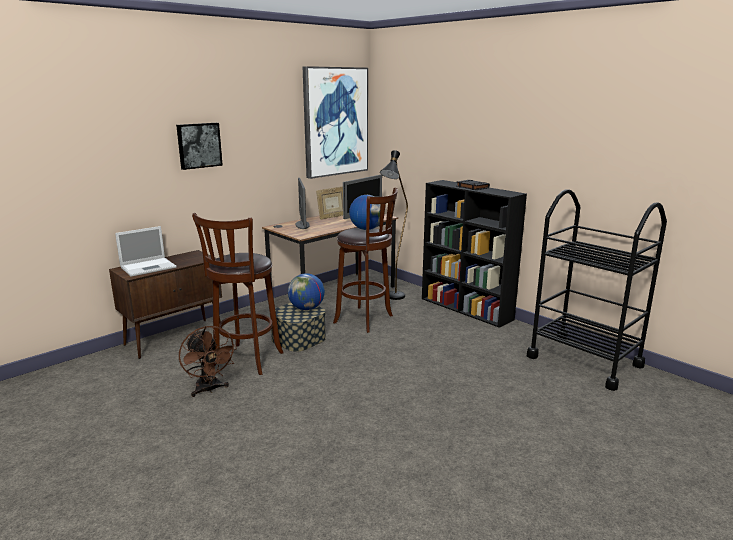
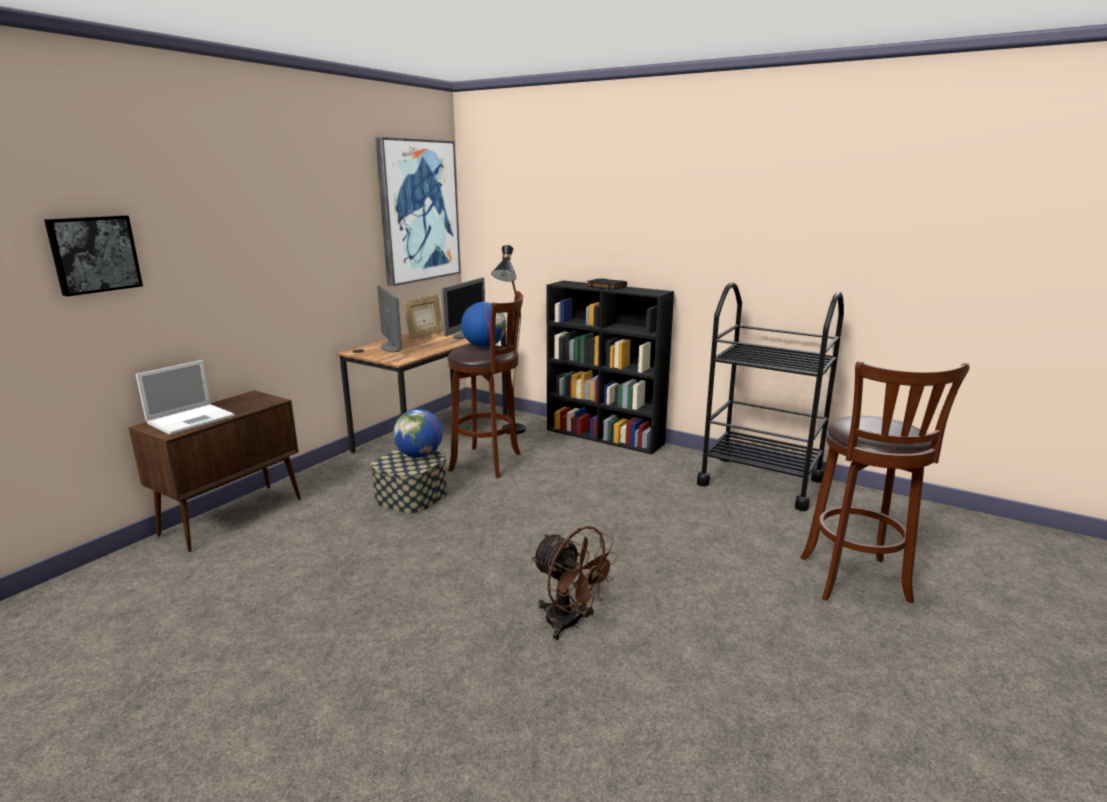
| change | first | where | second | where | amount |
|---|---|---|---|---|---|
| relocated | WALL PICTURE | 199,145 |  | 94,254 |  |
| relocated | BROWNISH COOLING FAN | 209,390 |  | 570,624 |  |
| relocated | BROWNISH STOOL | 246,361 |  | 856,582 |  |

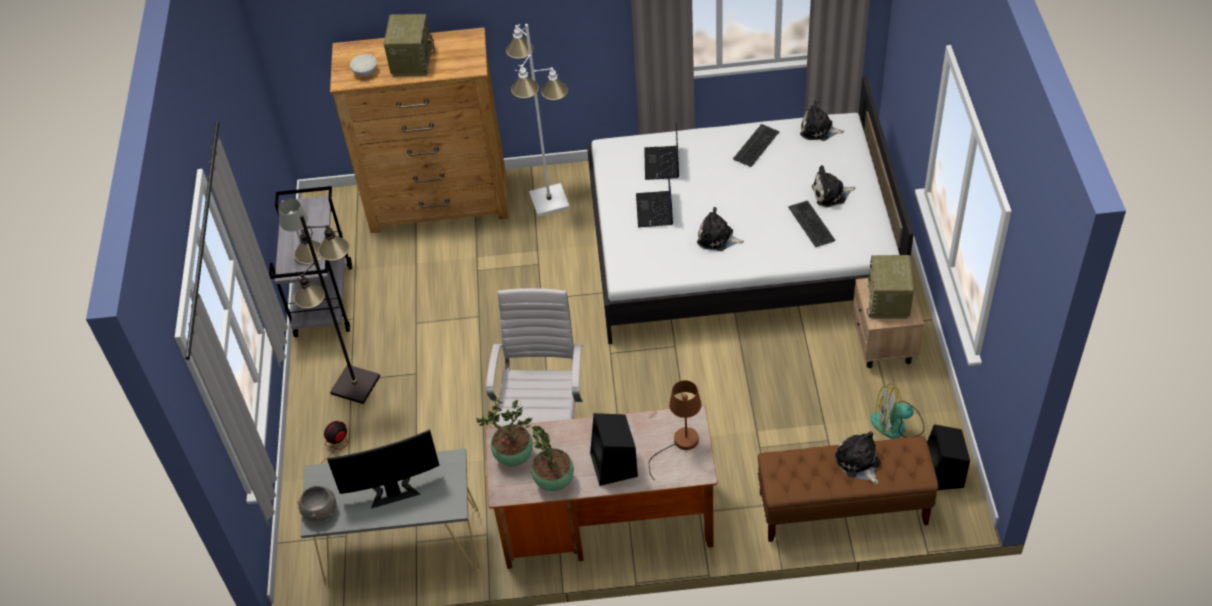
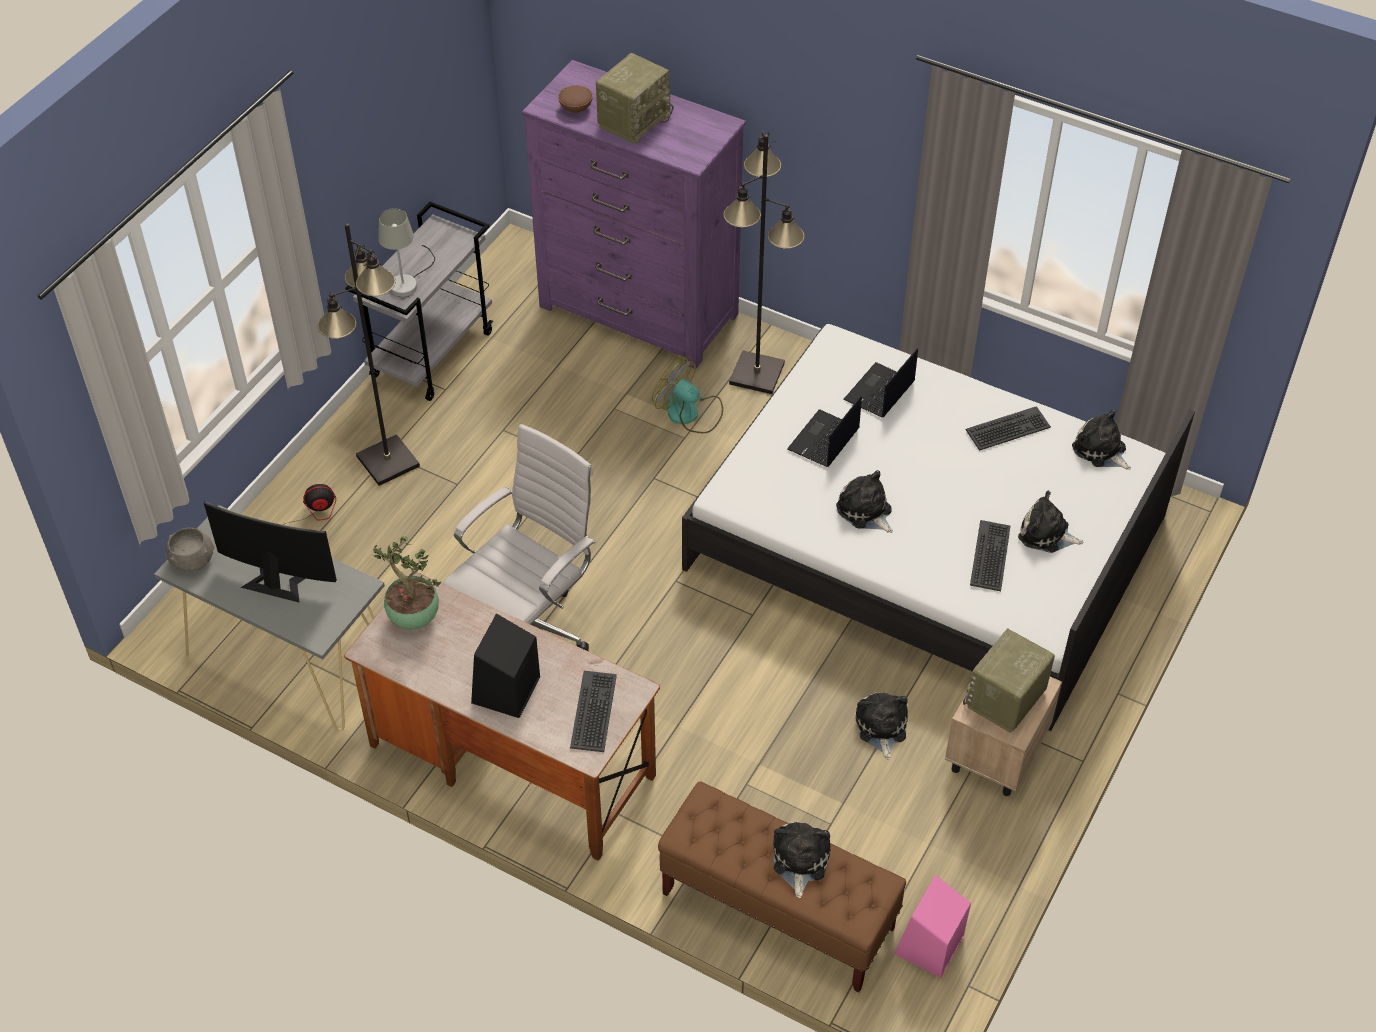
| change | first | where | second | where | amount |
|---|---|---|---|---|---|
| colour | BROWNISH DRAWER CHEST | 439,202 | PURPLISH DRAWER CHEST | 639,311 |  |
| colour | WHITE SERVING BOWL | 365,72 | BROWNISH SERVING BOWL | 575,108 |  |
| colour | WHITE STANDING LAMP | 549,200 | BLACK STANDING LAMP | 757,373 |  |
| missing | POTTED PLANT | 554,482 |  |  |  |
| exchanged | BROWNISH TABLE LAMP | 680,444 | COMPUTER KEYBOARD | 594,711 |  |
| relocated | COOLING FAN | 897,425 |  | 689,413 |  |
| colour | BLACK LOUDSPEAKER | 942,475 | PINK LOUDSPEAKER | 928,947 |  |
| appeared |  |  | SOFT TOY | 881,728 |  |

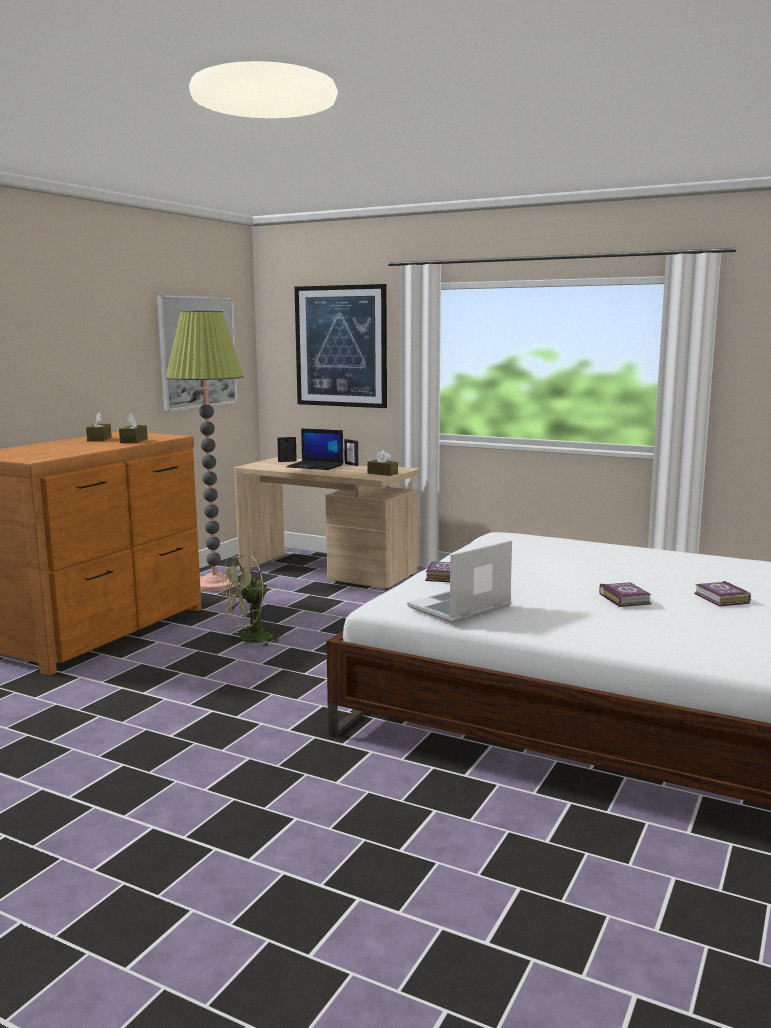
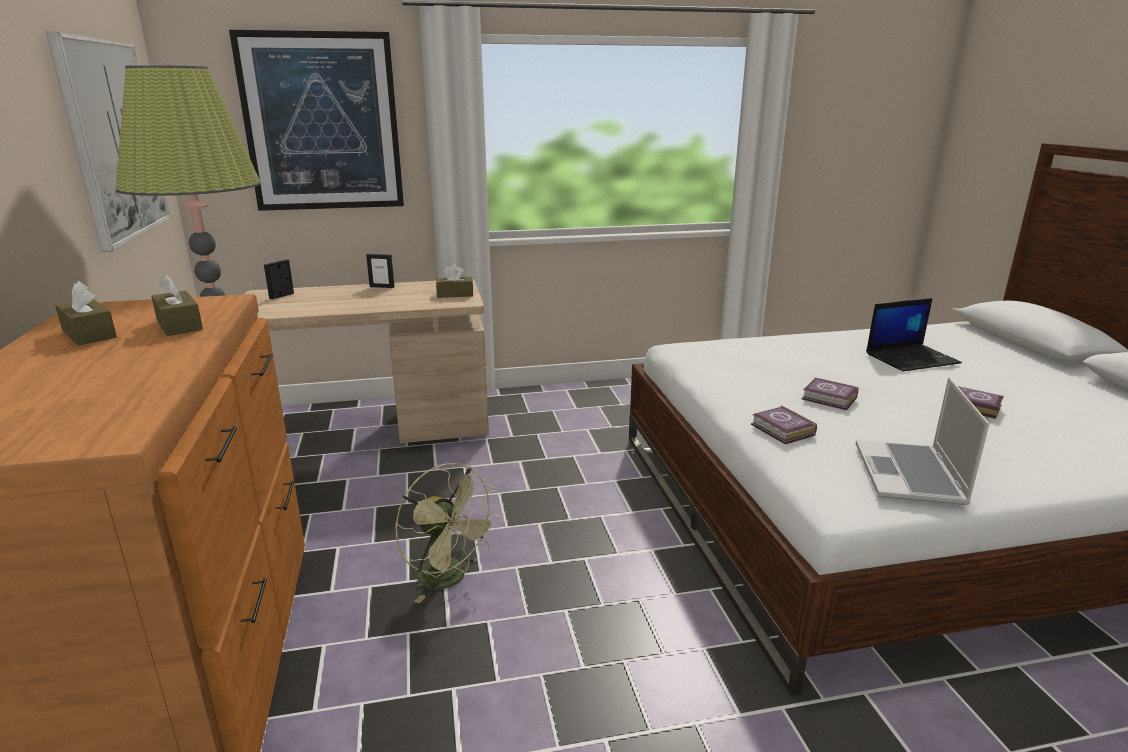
| change | first | where | second | where | amount |
|---|---|---|---|---|---|
| spun | GREEN COOLING FAN | 249,640 |  | 450,579 | 60 degrees counterclockwise |
| relocated | NOTEBOOK COMPUTER | 316,466 |  | 912,358 |  |
| relocated | BOUND BOOK | 721,599 |  | 830,399 |  |

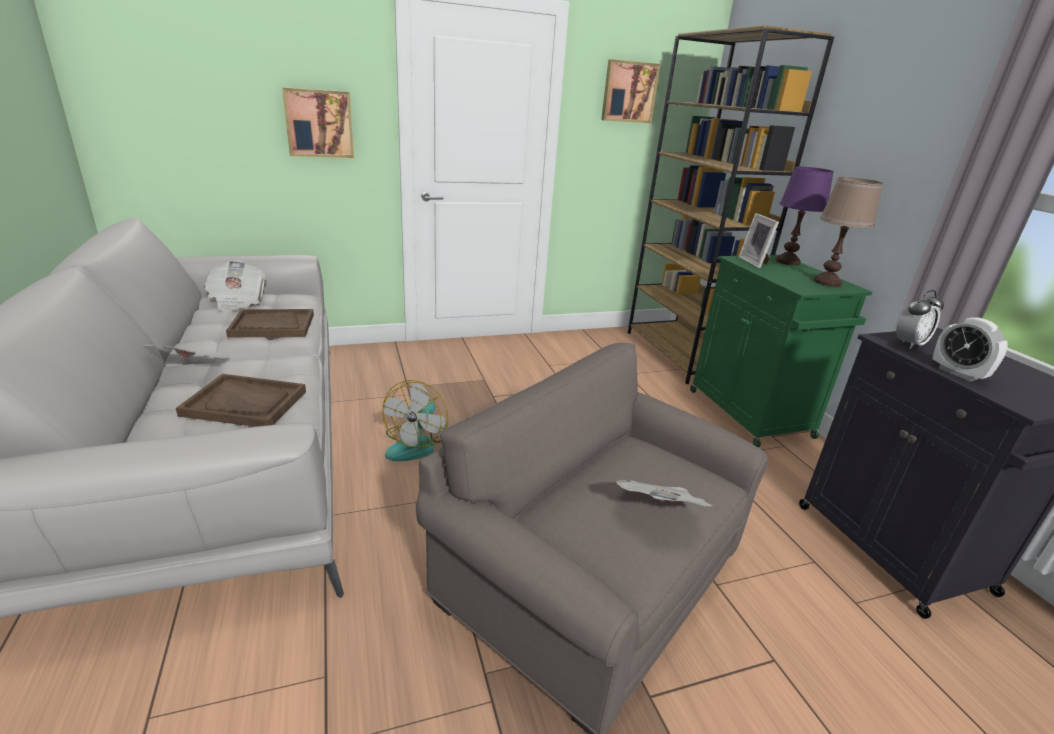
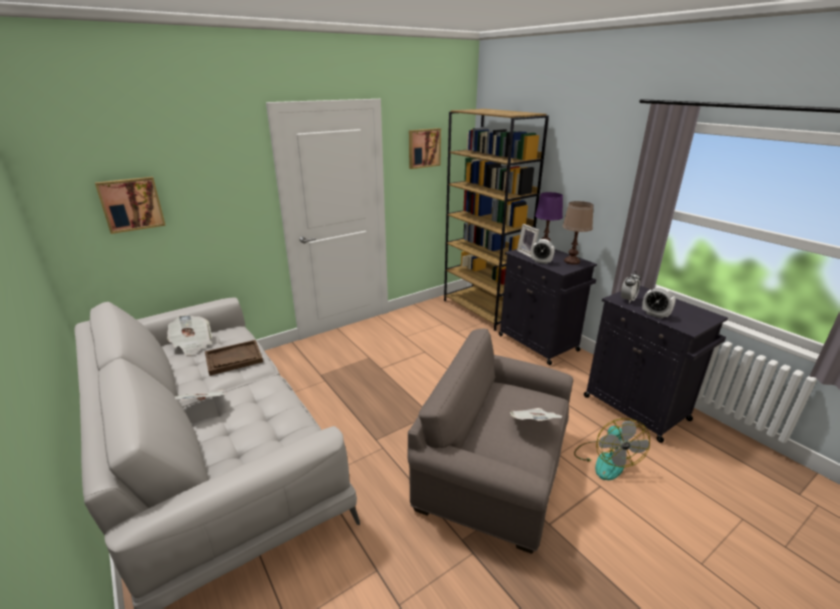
| change | first | where | second | where | amount |
|---|---|---|---|---|---|
| missing | BROWNISH CARRYING TRAY | 245,403 |  |  |  |
| relocated | WALL PICTURE | 319,123 |  | 131,204 |  |
| relocated | COOLING FAN | 416,444 |  | 605,460 |  |
| colour | GREEN STORAGE CABINET | 751,415 | BLACK STORAGE CABINET | 539,344 |  |
| appeared |  |  | BEDSIDE CLOCK | 541,262 |  |

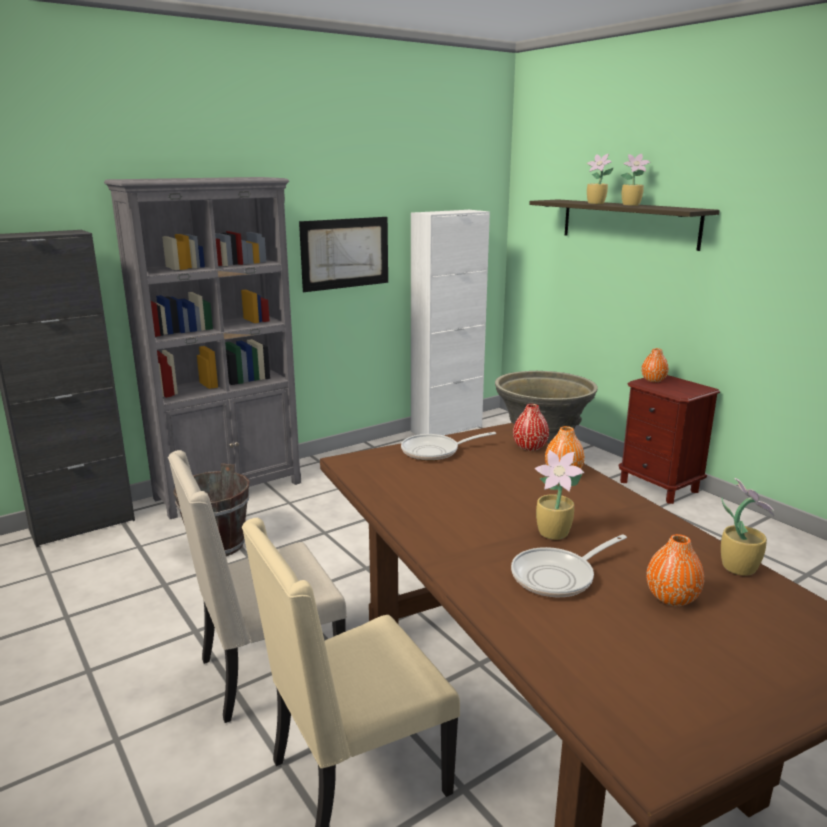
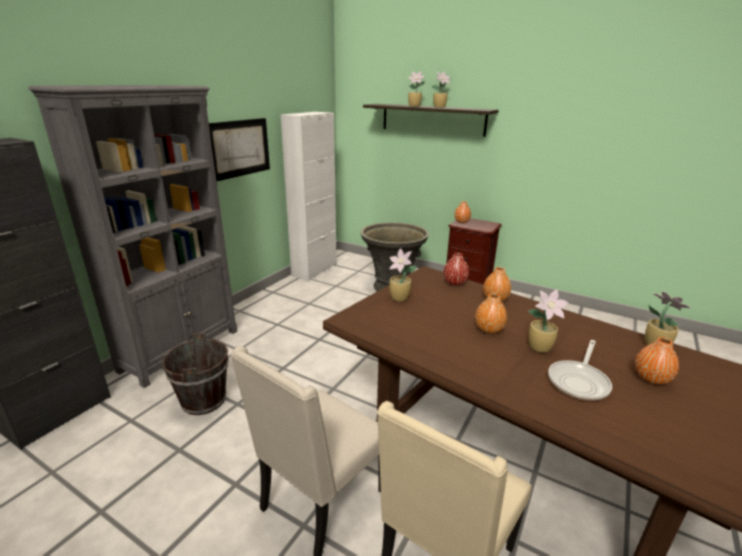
| change | first | where | second | where | amount |
|---|---|---|---|---|---|
| exchanged | FRYING PAN | 435,451 | POTTED PLANT | 400,298 |  |
| appeared |  |  | ORANGEY VASE | 489,329 |  |

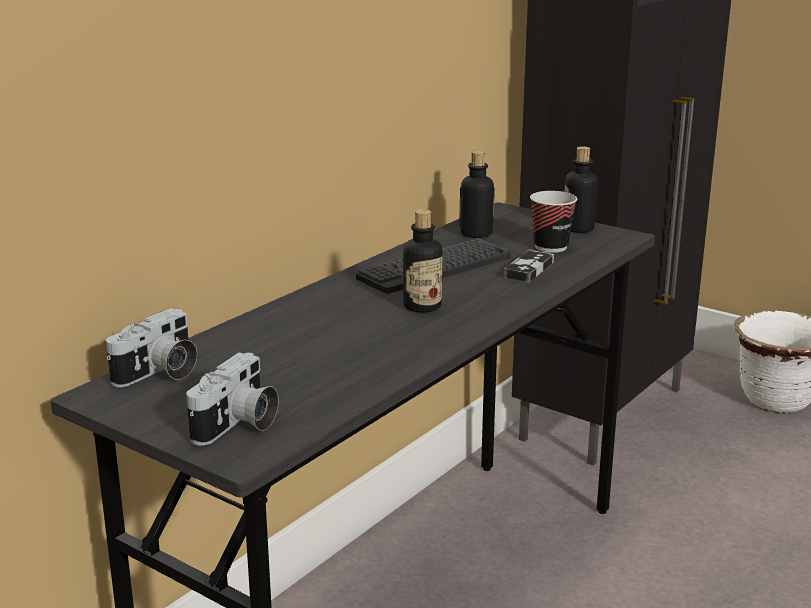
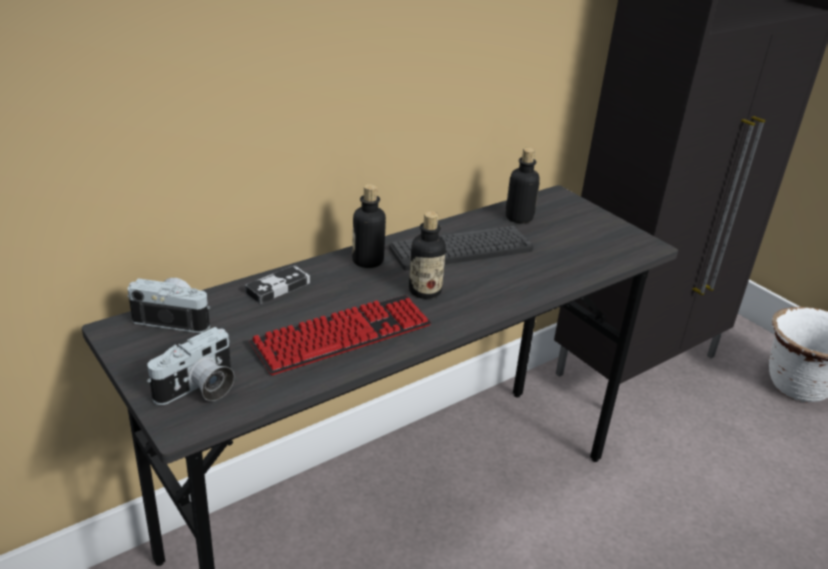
| change | first | where | second | where | amount |
|---|---|---|---|---|---|
| spun | STILL CAMERA | 159,373 |  | 175,318 | 135 degrees counterclockwise |
| relocated | GAMEPAD | 529,270 |  | 278,287 |  |
| missing | DRINKING CUP | 550,247 |  |  |  |
| relocated | DRINK BOTTLE | 578,228 |  | 367,261 |  |
| appeared |  |  | COMPUTER KEYBOARD | 343,336 |  |

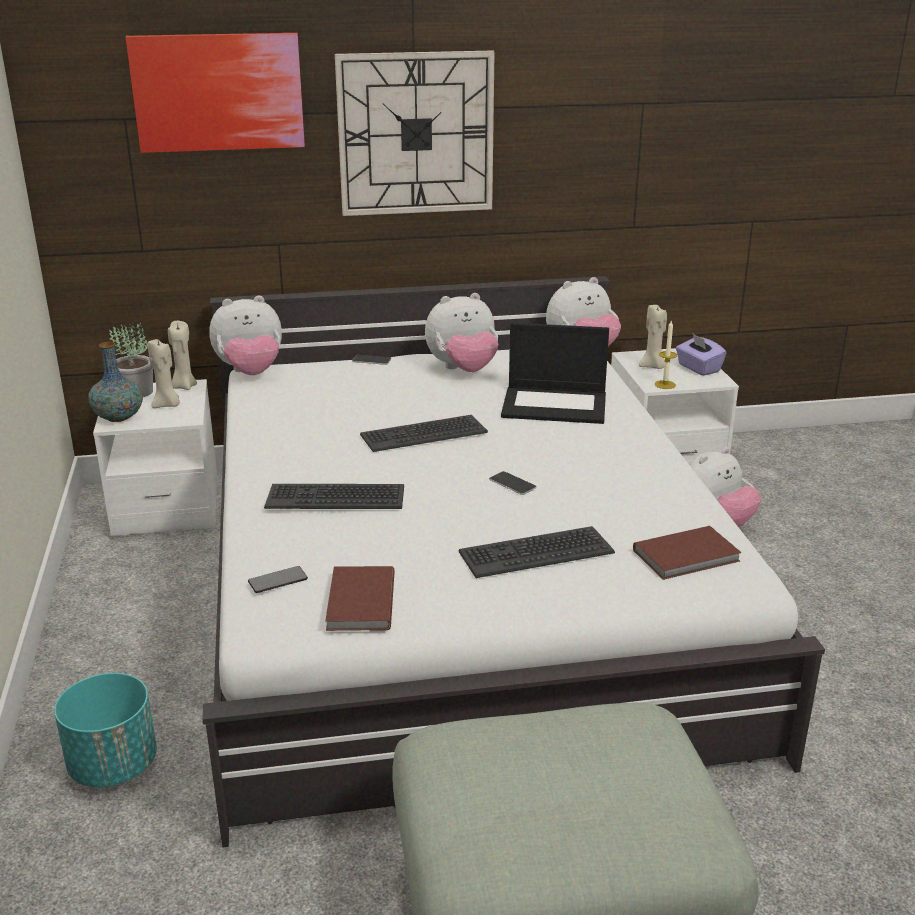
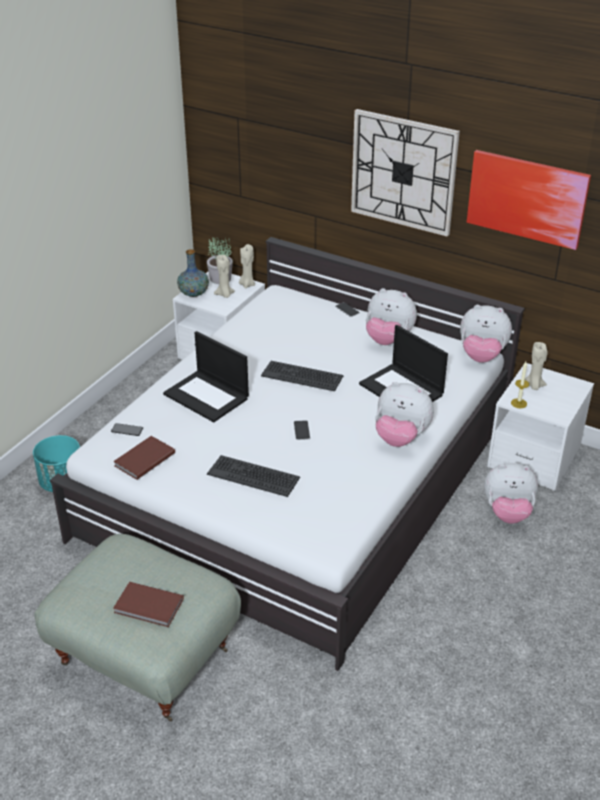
| change | first | where | second | where | amount |
|---|---|---|---|---|---|
| relocated | WALL PICTURE | 218,92 |  | 527,198 |  |
| relocated | SOFT TOY | 250,373 |  | 401,438 |  |
| exchanged | COMPUTER KEYBOARD | 335,497 | NOTEBOOK COMPUTER | 207,396 |  |
| relocated | BROWNISH BOUND BOOK | 688,556 |  | 149,607 |  |
| missing | PURPLISH TISSUE BOX | 698,368 |  |  |  |

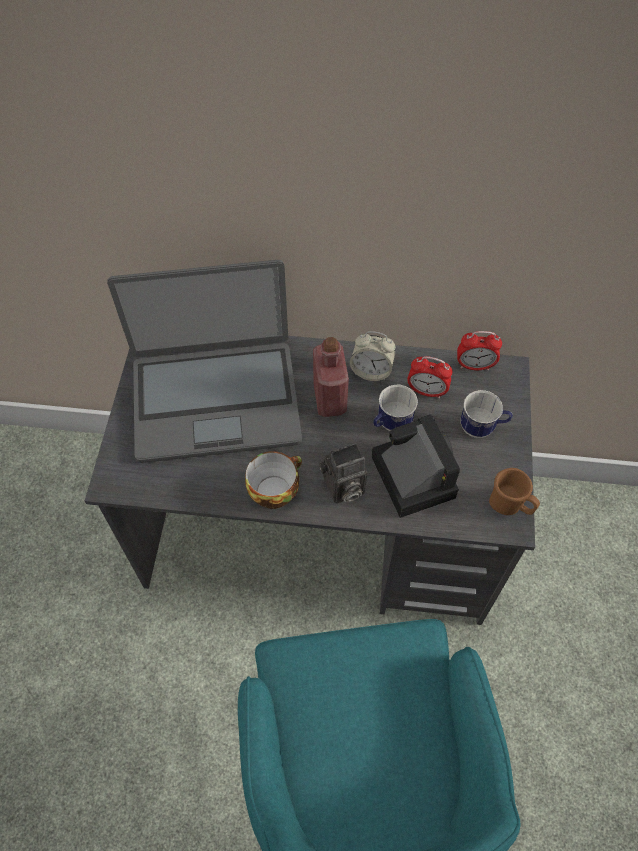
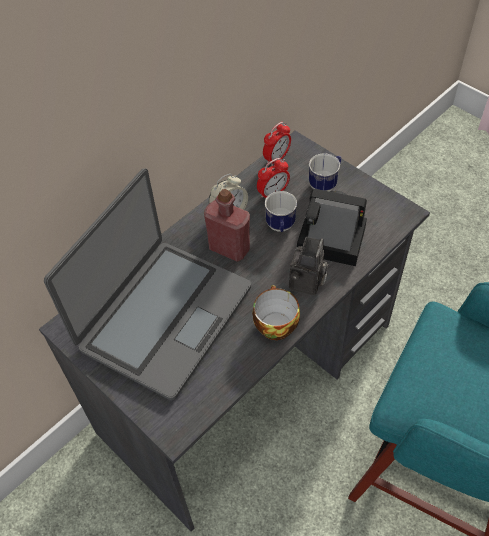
| change | first | where | second | where | amount |
|---|---|---|---|---|---|
| missing | BROWNISH MUG | 510,505 |  |  |  |

